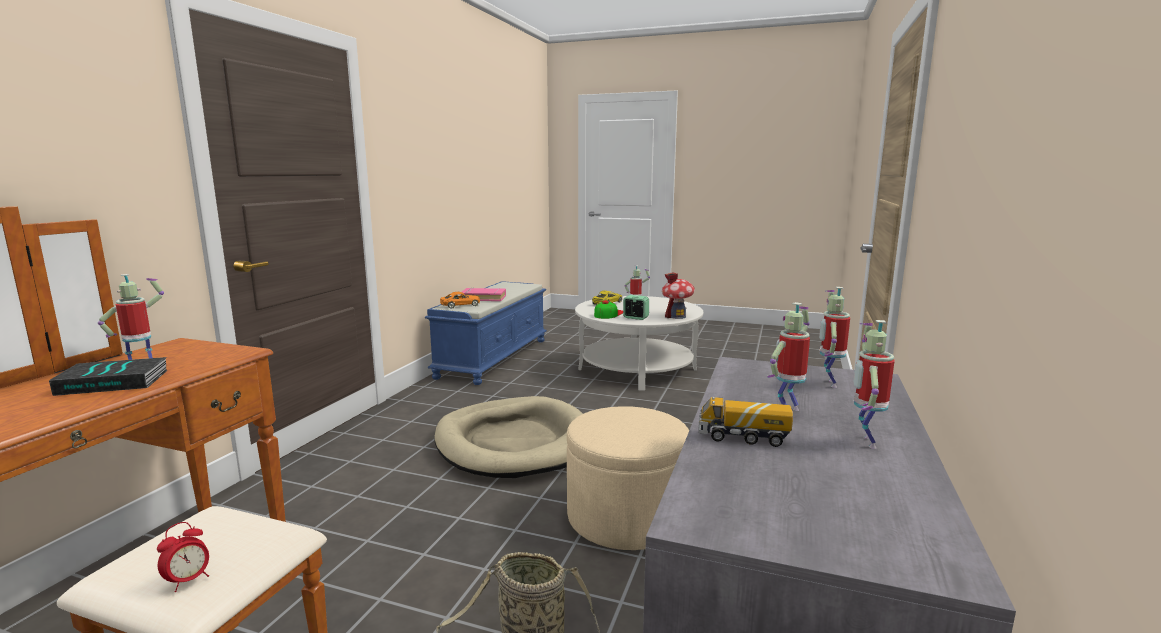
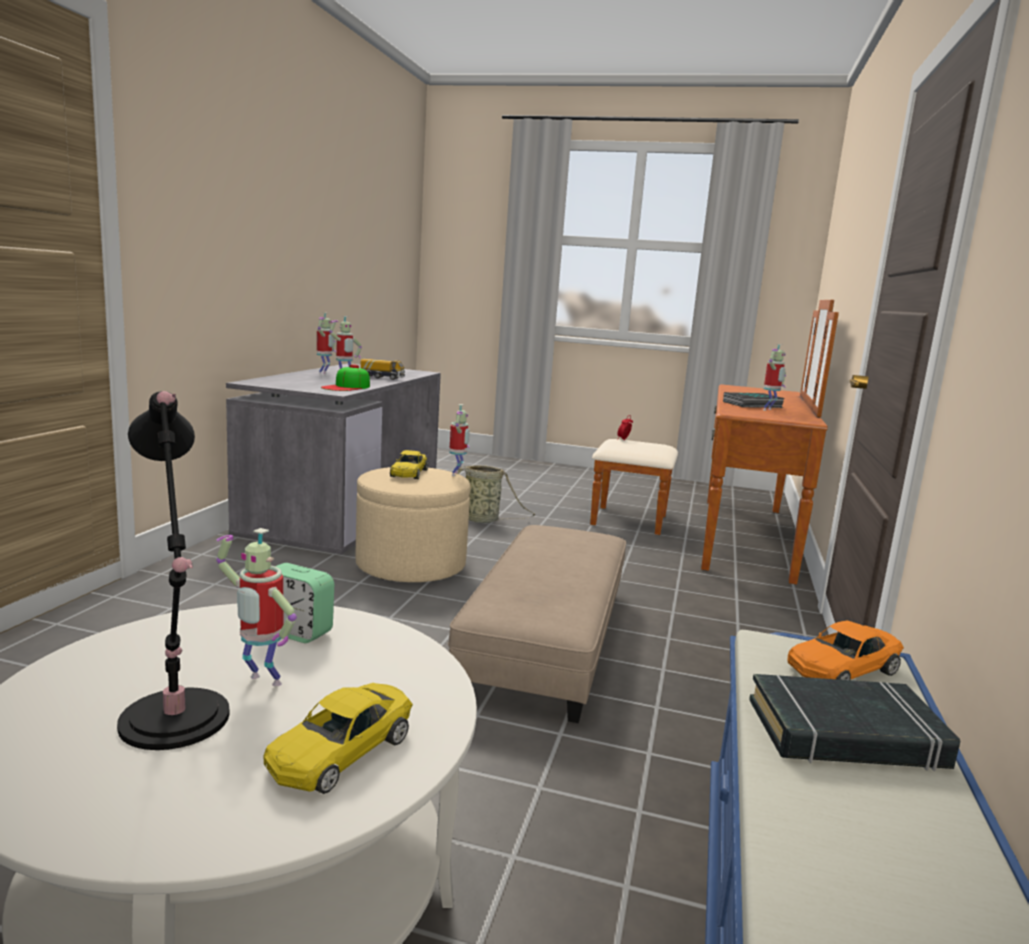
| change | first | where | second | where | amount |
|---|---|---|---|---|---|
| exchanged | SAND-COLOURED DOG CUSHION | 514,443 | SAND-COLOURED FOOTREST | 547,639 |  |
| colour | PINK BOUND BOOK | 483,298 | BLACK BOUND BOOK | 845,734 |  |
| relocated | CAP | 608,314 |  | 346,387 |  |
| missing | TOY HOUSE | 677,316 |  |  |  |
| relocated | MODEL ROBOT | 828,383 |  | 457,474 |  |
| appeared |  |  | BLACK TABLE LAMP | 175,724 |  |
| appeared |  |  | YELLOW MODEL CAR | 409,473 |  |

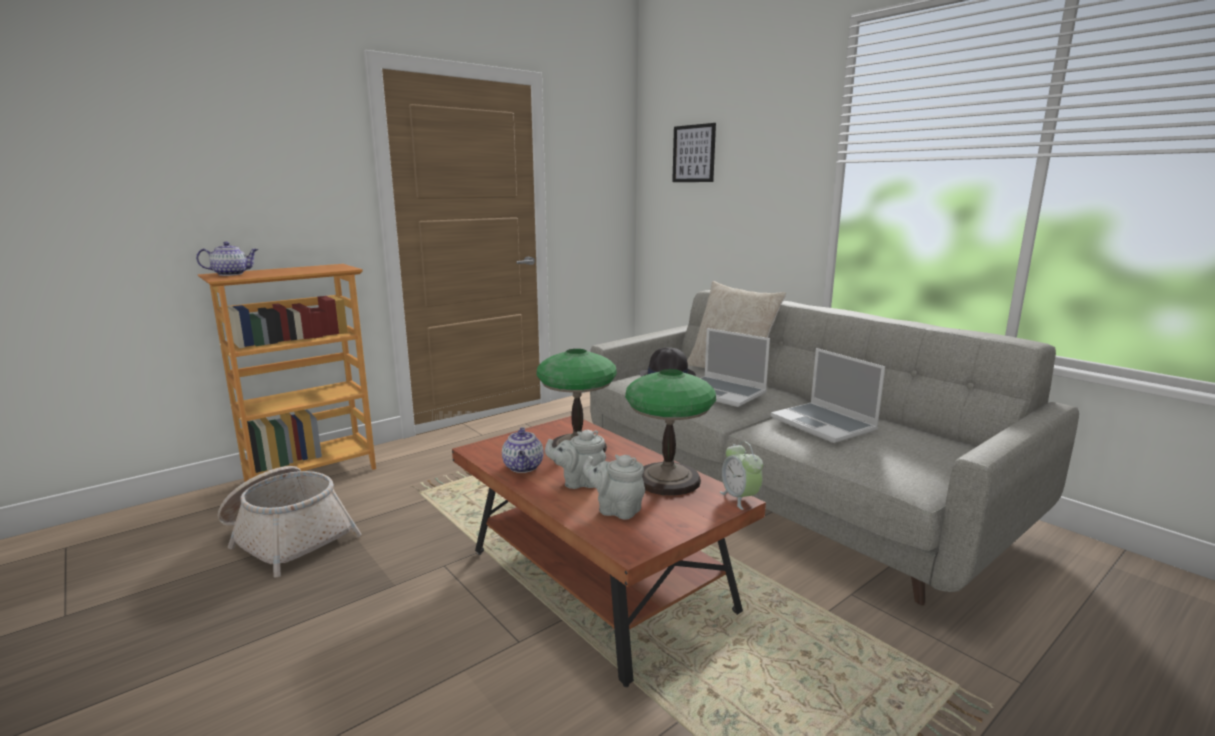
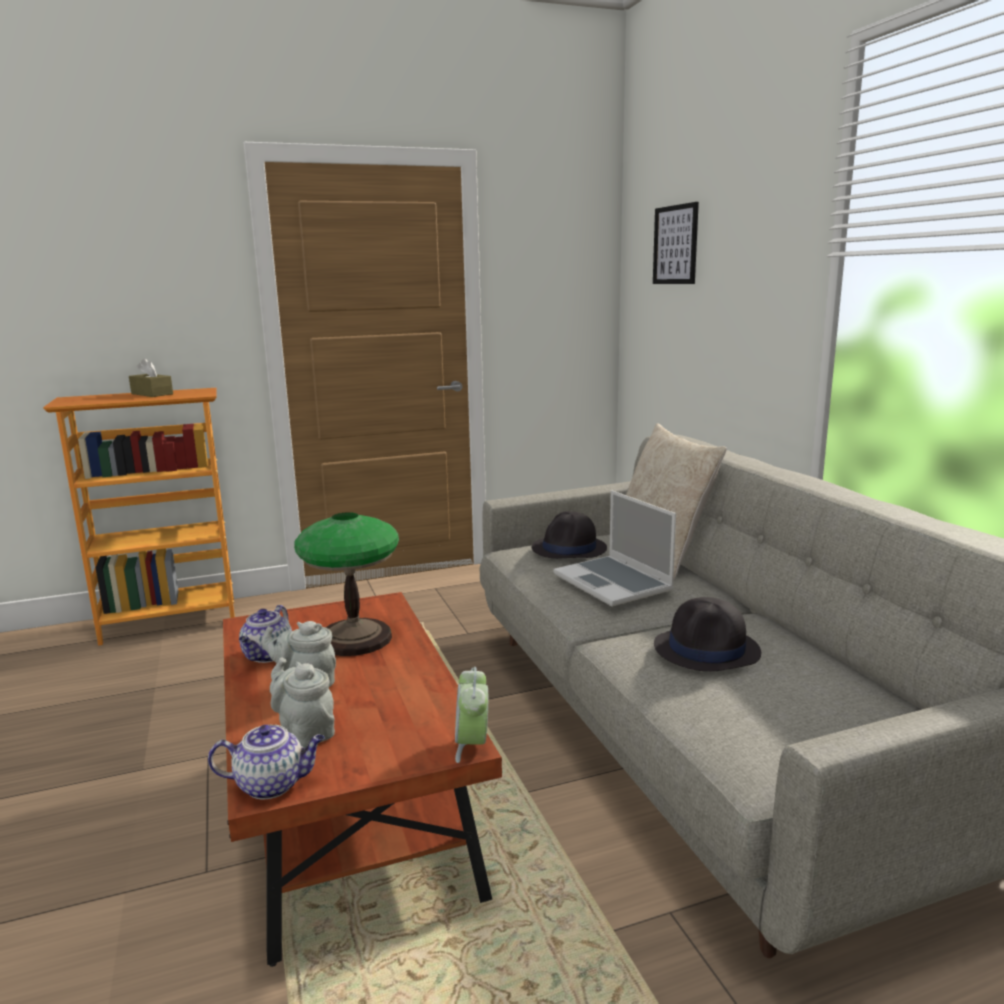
| change | first | where | second | where | amount |
|---|---|---|---|---|---|
| relocated | TEA POT | 232,274 |  | 272,784 |  |
| missing | BASKET | 287,537 |  |  |  |
| missing | TABLE LAMP | 668,480 |  |  |  |
| exchanged | NOTEBOOK COMPUTER | 824,424 | BLACK WEARABLE HAT | 707,650 |  |
| appeared |  |  | BROWNISH TISSUE BOX | 152,394 |  |

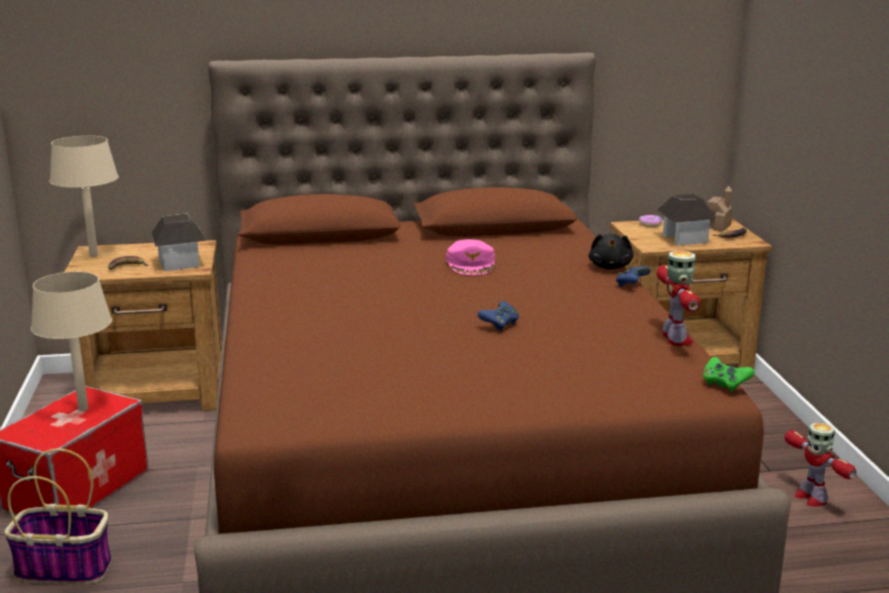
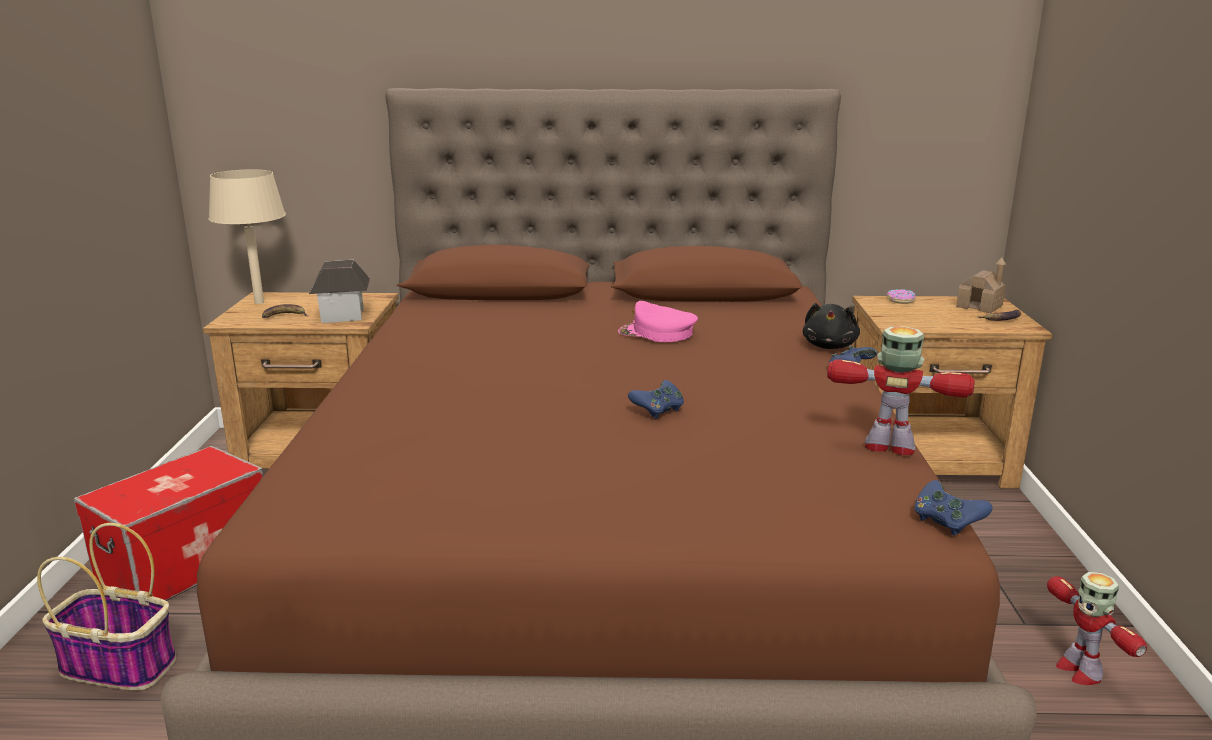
| change | first | where | second | where | amount |
|---|---|---|---|---|---|
| missing | SAND-COLOURED TABLE LAMP | 83,409 |  |  |  |
| spun | PINK CAP | 471,264 |  | 657,333 | 105 degrees clockwise |
| missing | TOY HOUSE | 684,239 |  |  |  |
| spun | MODEL ROBOT | 676,339 |  | 890,447 | 75 degrees counterclockwise |
| colour | GREEN GAMEPAD | 724,384 | BLUE GAMEPAD | 946,522 |  |

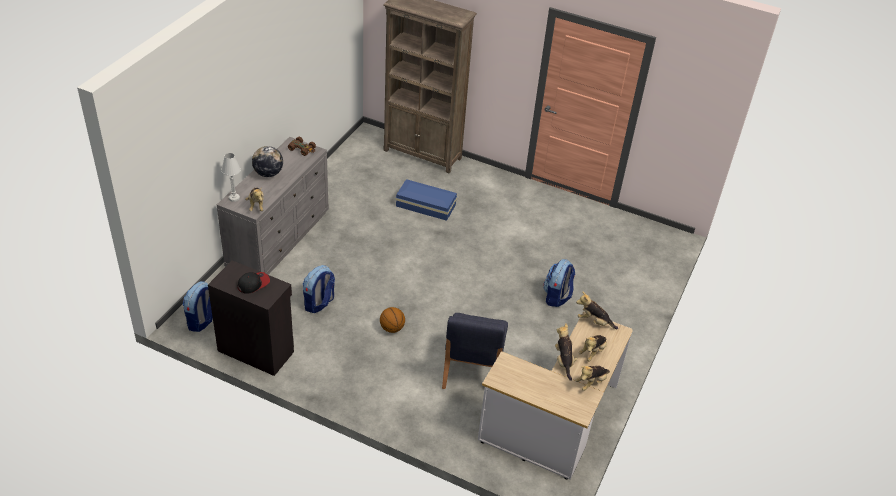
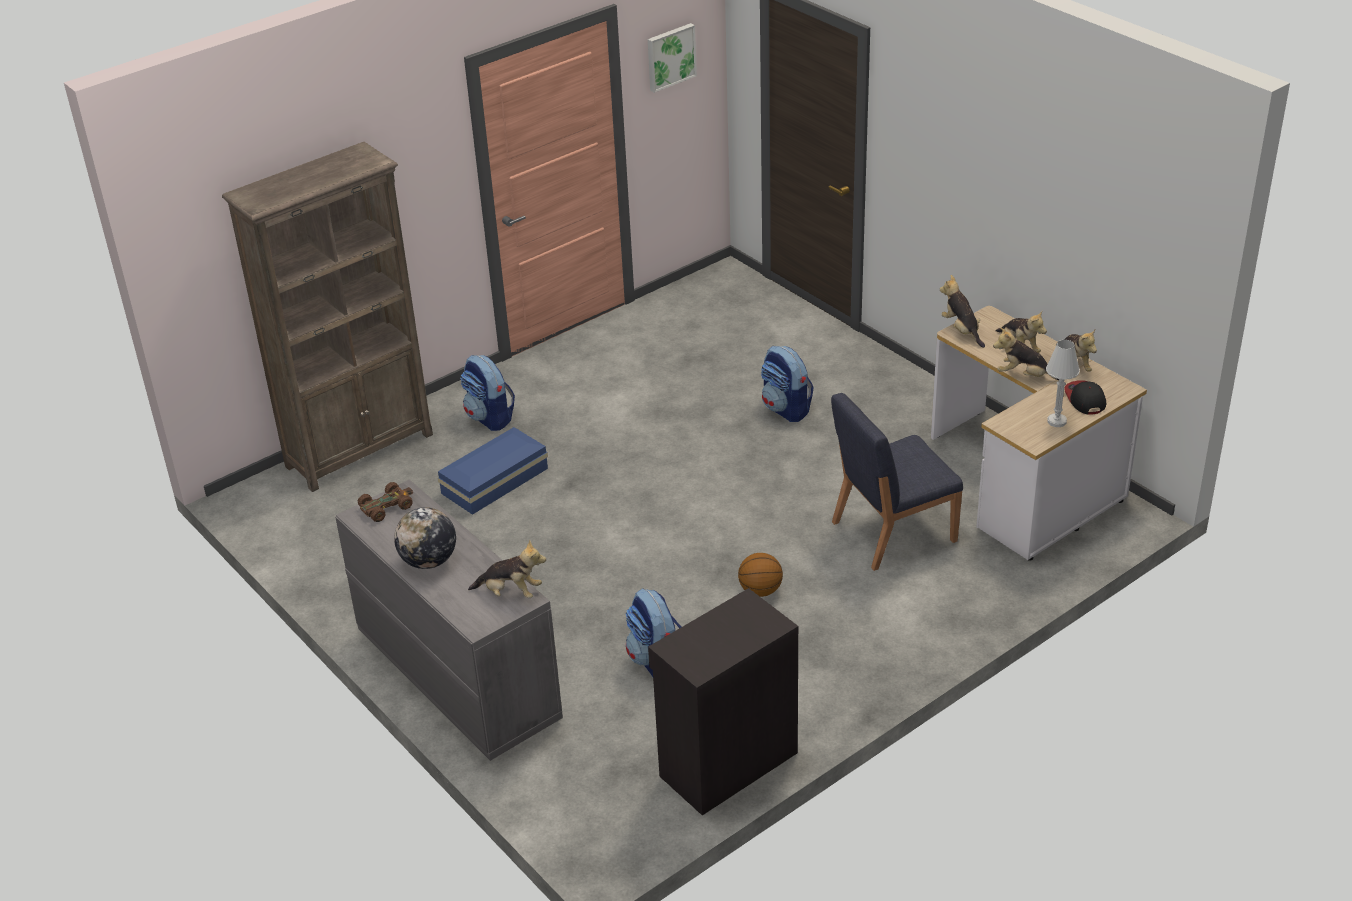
| change | first | where | second | where | amount |
|---|---|---|---|---|---|
| relocated | BACKPACK | 202,321 |  | 490,418 |  |
| relocated | WHITE TABLE LAMP | 234,198 |  | 1056,421 |  |
| relocated | CAP | 253,284 |  | 1084,399 |  |
| spun | BLUE PLAIN CHAIR | 472,371 |  | 892,531 | 120 degrees clockwise |
| spun | SOFT TOY | 594,322 |  | 961,330 | 105 degrees clockwise |
| appeared |  |  | WALL PICTURE | 670,56 |  |

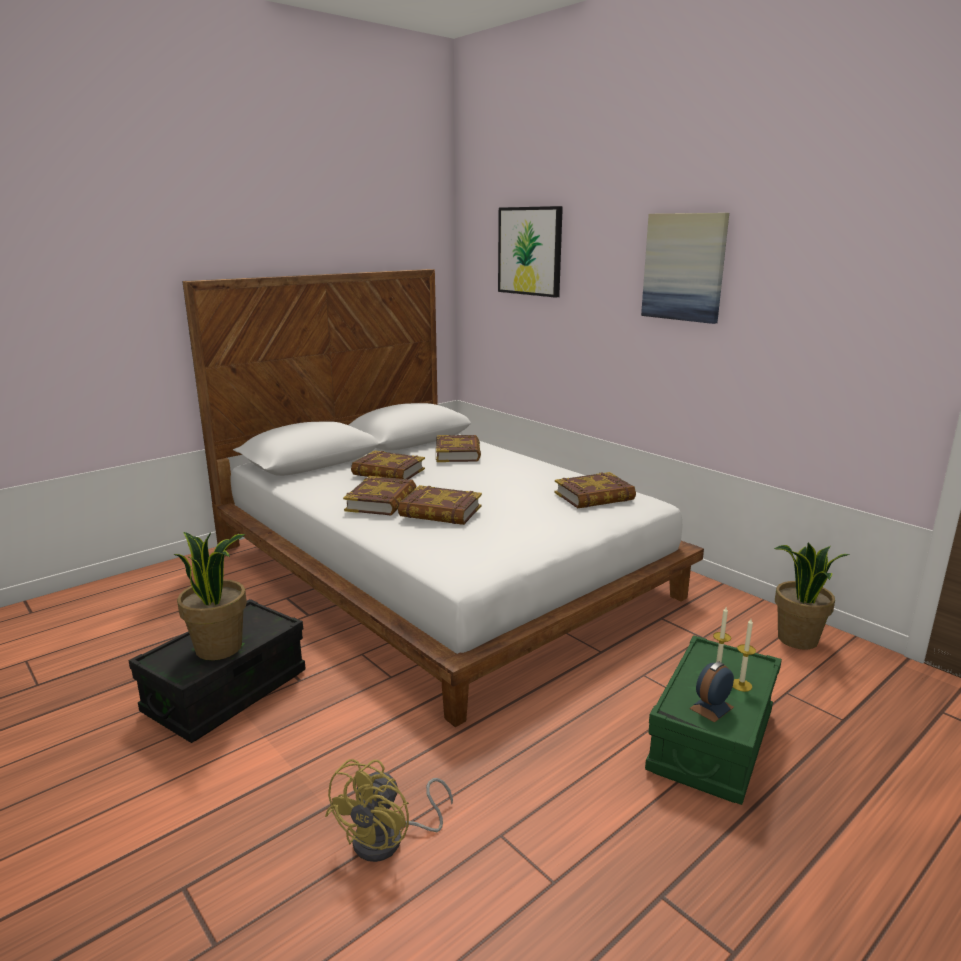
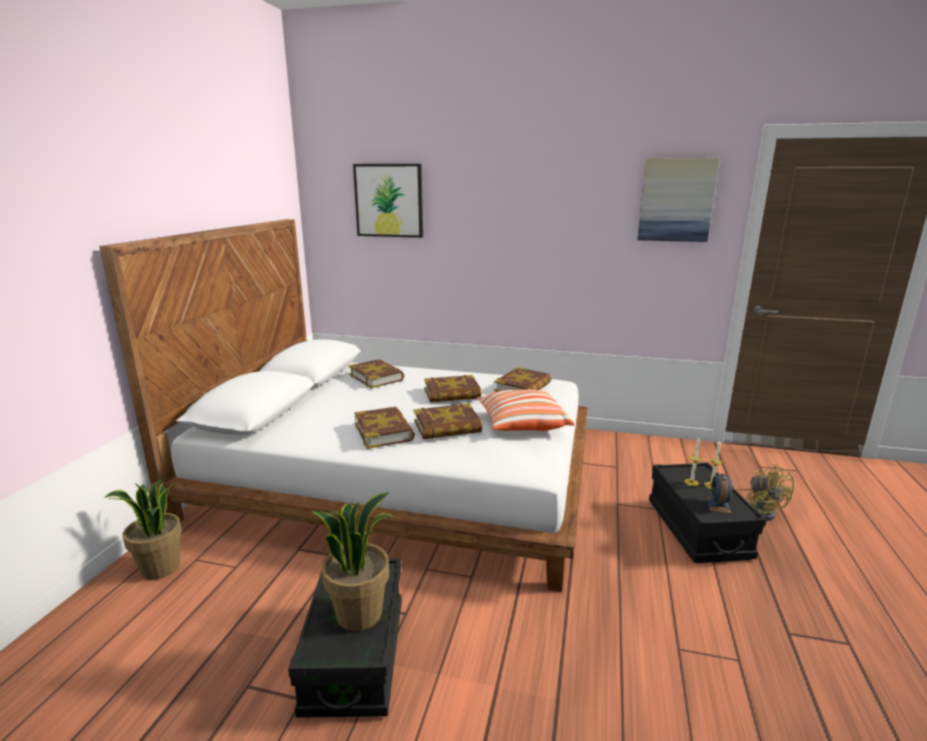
| change | first | where | second | where | amount |
|---|---|---|---|---|---|
| relocated | YELLOW COOLING FAN | 389,840 |  | 762,510 |  |
| relocated | BOUND BOOK | 388,472 |  | 452,393 |  |
| relocated | WALL PICTURE | 684,267 |  | 676,200 |  |
| colour | GREEN STORAGE BOX | 711,741 | BLACK STORAGE BOX | 698,529 |  |
| relocated | POTTED PLANT | 797,640 |  | 160,568 |  |
| appeared |  |  | THROW PILLOW | 522,424 |  |

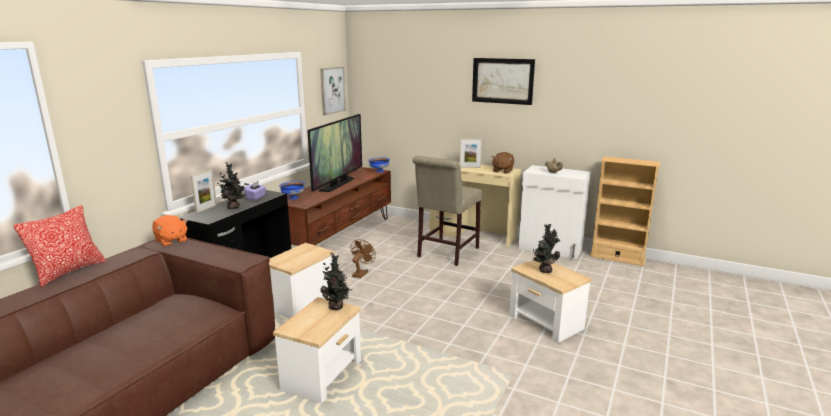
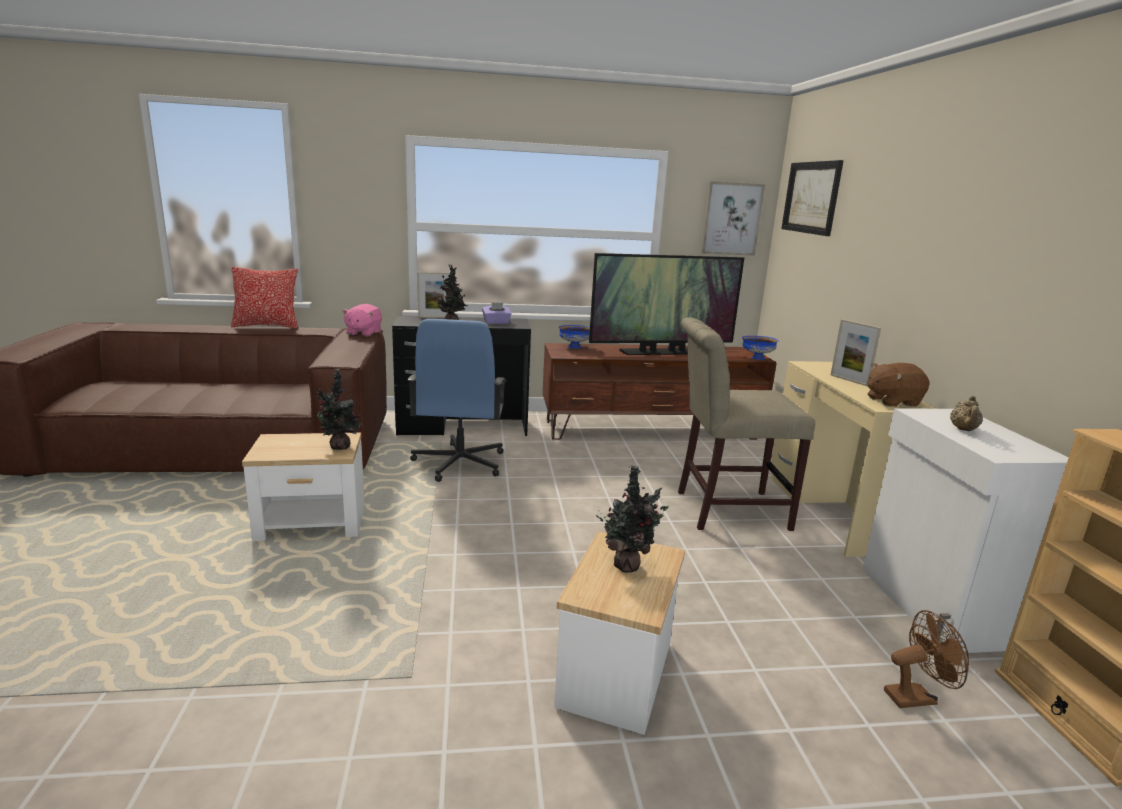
| change | first | where | second | where | amount |
|---|---|---|---|---|---|
| colour | ORANGEY SOFT TOY | 171,241 | PINK SOFT TOY | 363,333 |  |
| exchanged | ACCENT TABLE | 301,303 | BLUE DESK CHAIR | 459,463 |  |
| relocated | BROWNISH COOLING FAN | 361,273 |  | 916,696 |  |
| relocated | WALL PICTURE | 502,81 |  | 811,197 |  |

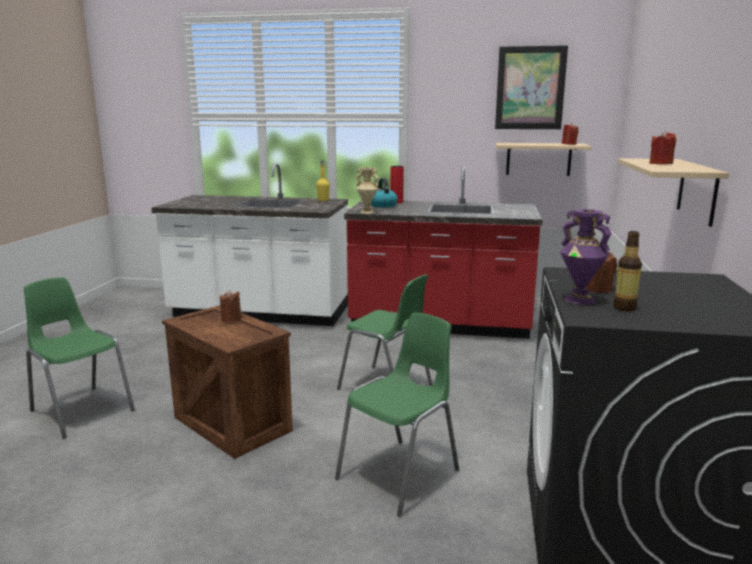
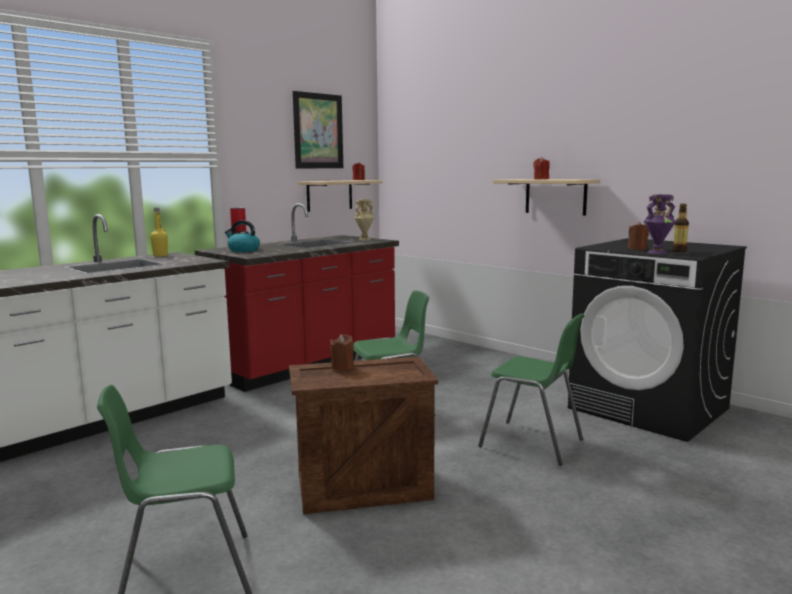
| change | first | where | second | where | amount |
|---|---|---|---|---|---|
| spun | GREEN PLAIN CHAIR | 400,475 |  | 532,443 | 135 degrees clockwise |
| relocated | SAND-COLOURED VASE | 367,212 |  | 364,239 |  |

